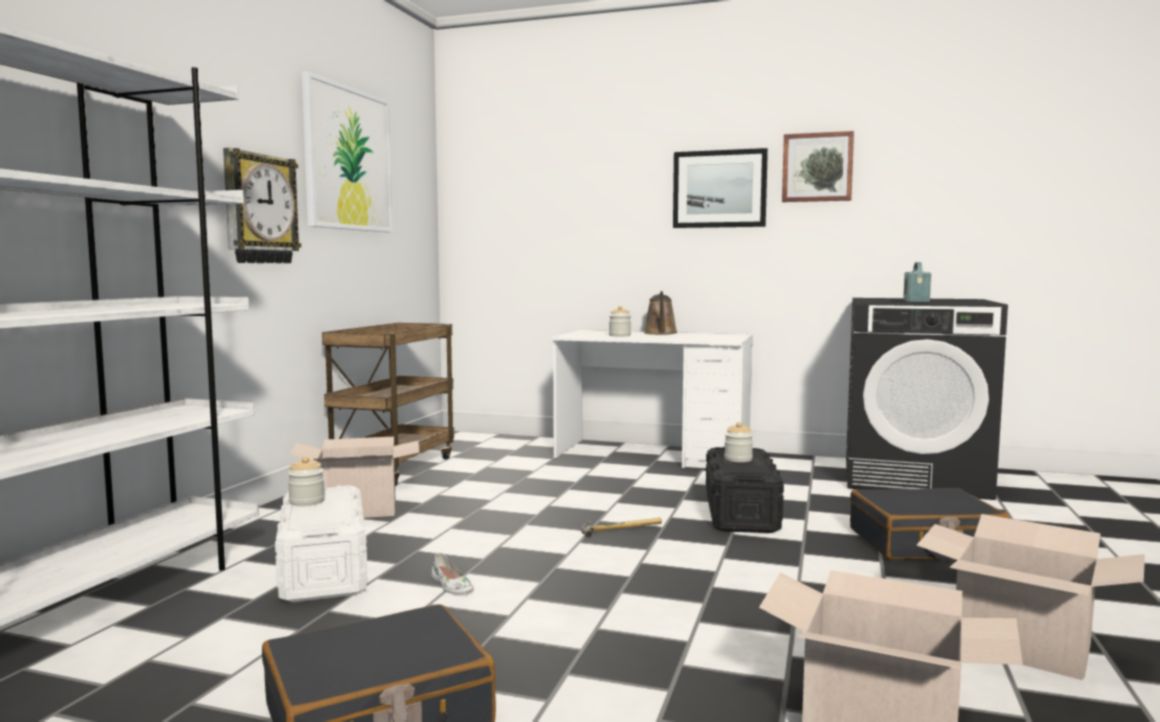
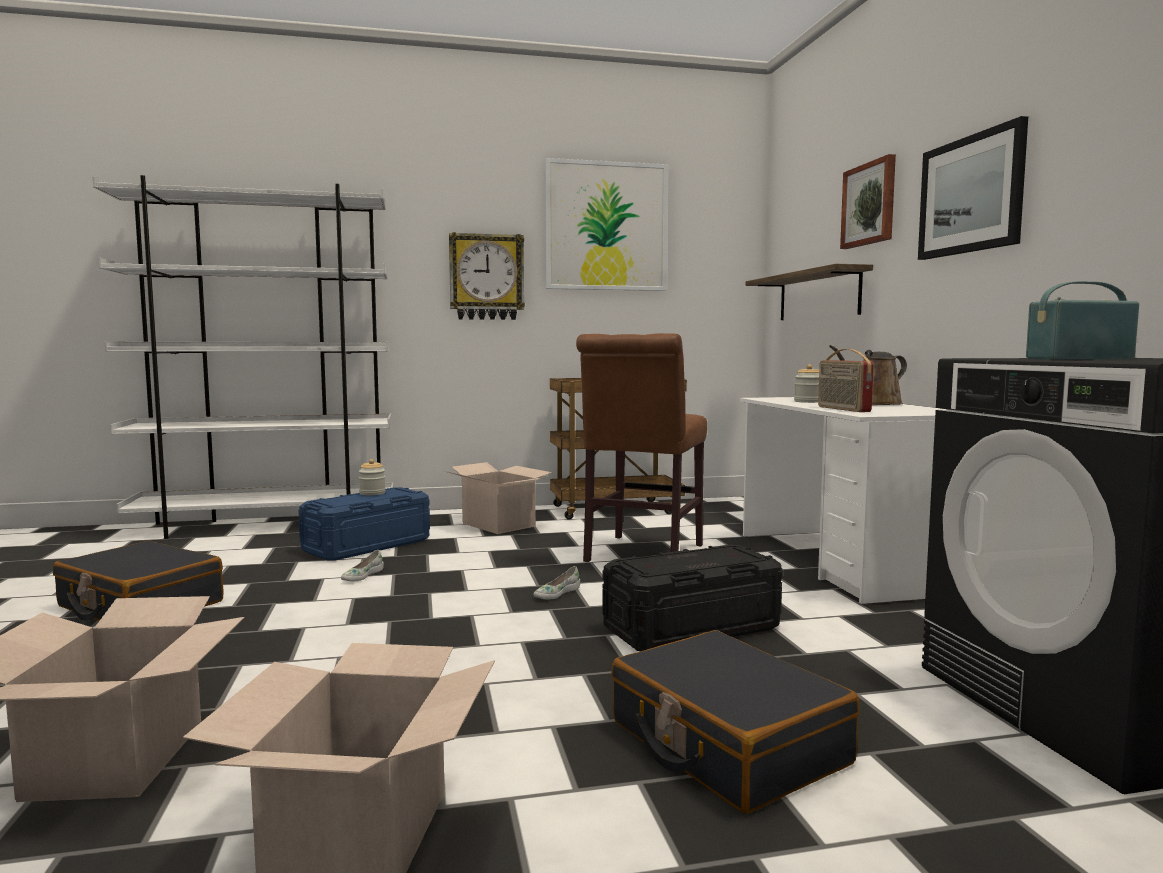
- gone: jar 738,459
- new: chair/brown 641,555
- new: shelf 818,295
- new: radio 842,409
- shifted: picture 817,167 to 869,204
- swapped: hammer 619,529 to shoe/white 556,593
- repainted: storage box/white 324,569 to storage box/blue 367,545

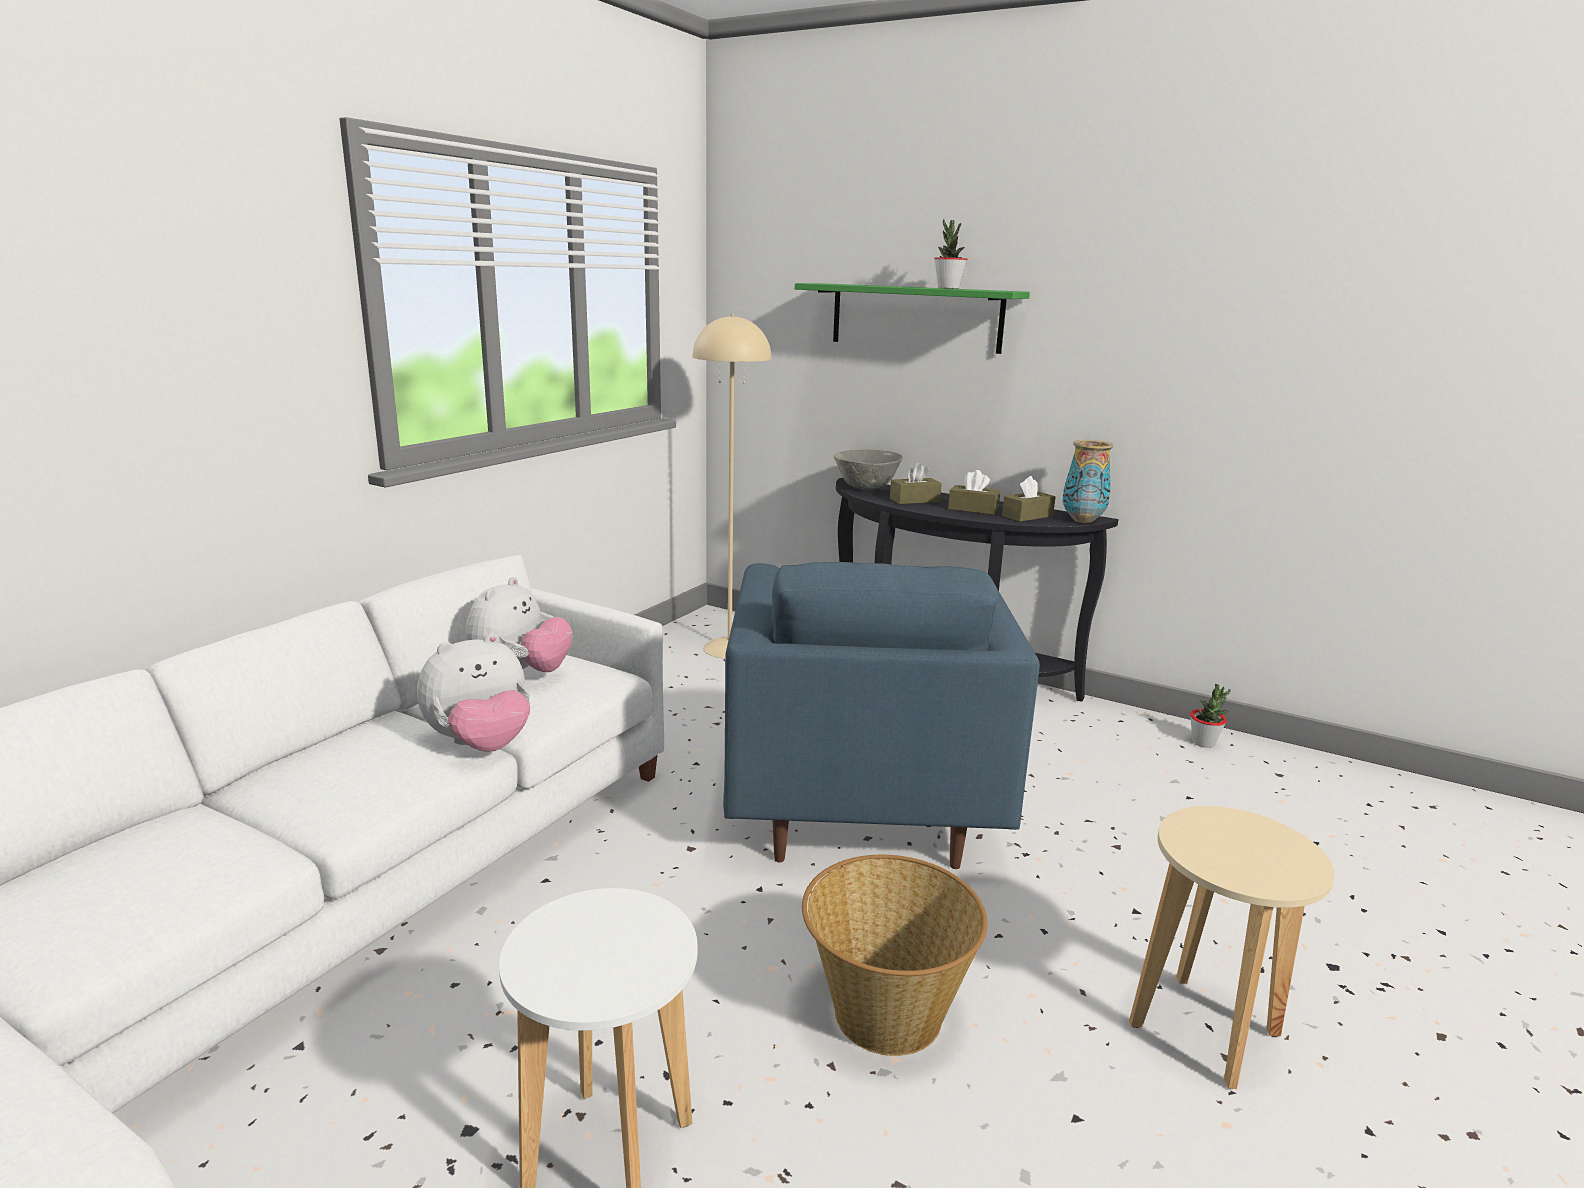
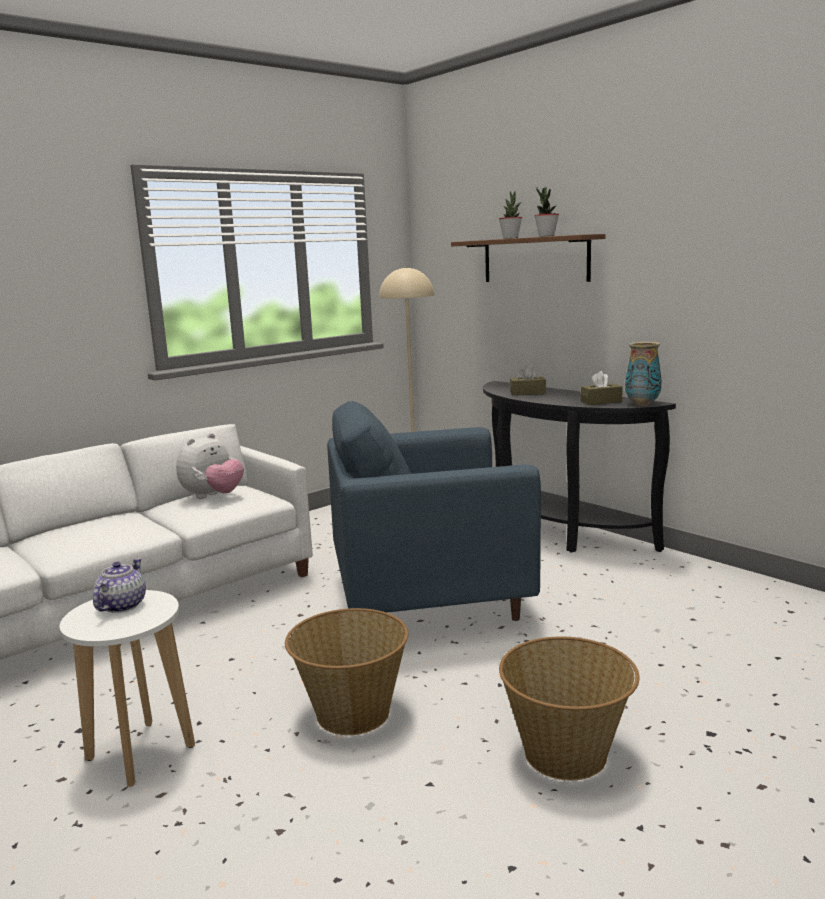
- gone: plush toy 481,745
- gone: bowl/grey 866,488
- gone: tissue box/brown 973,509
- new: teapot 121,606
- shifted: potted plant 1203,743 to 510,238
- swapped: stool/beige 1205,1030 to basket 567,754
- repainted: shelf/green 915,317 to shelf/brown 535,259
- rotated: armchair/blue 860,805 = 431,601 60 degrees clockwise

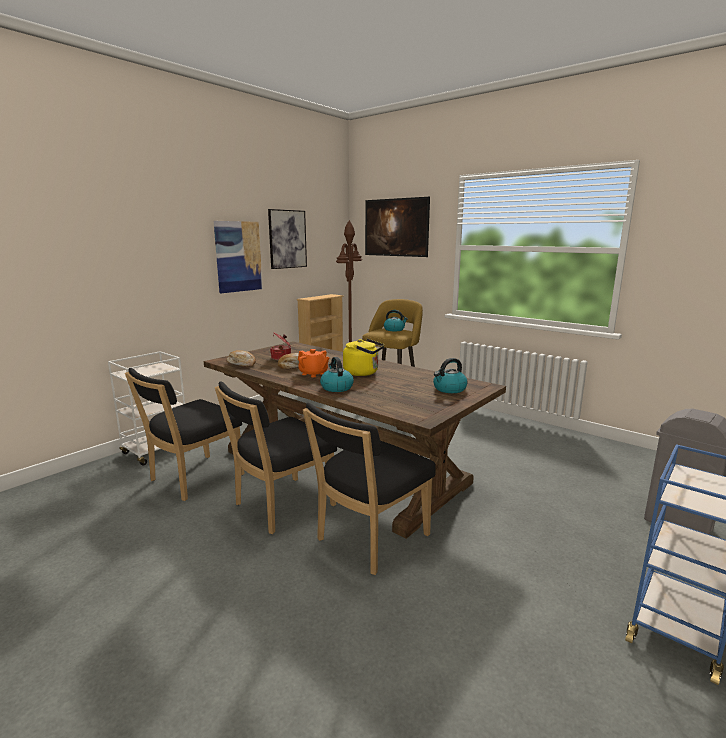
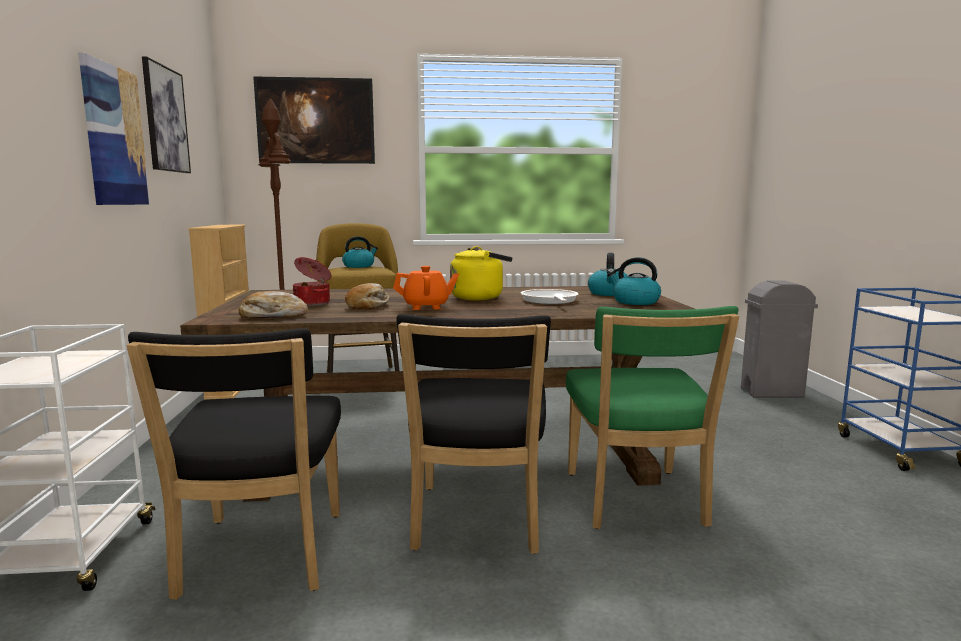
- new: frying pan 549,301
- shifted: kettle 336,387 to 634,302
- repainted: chair/black 369,539 to chair/green 636,502

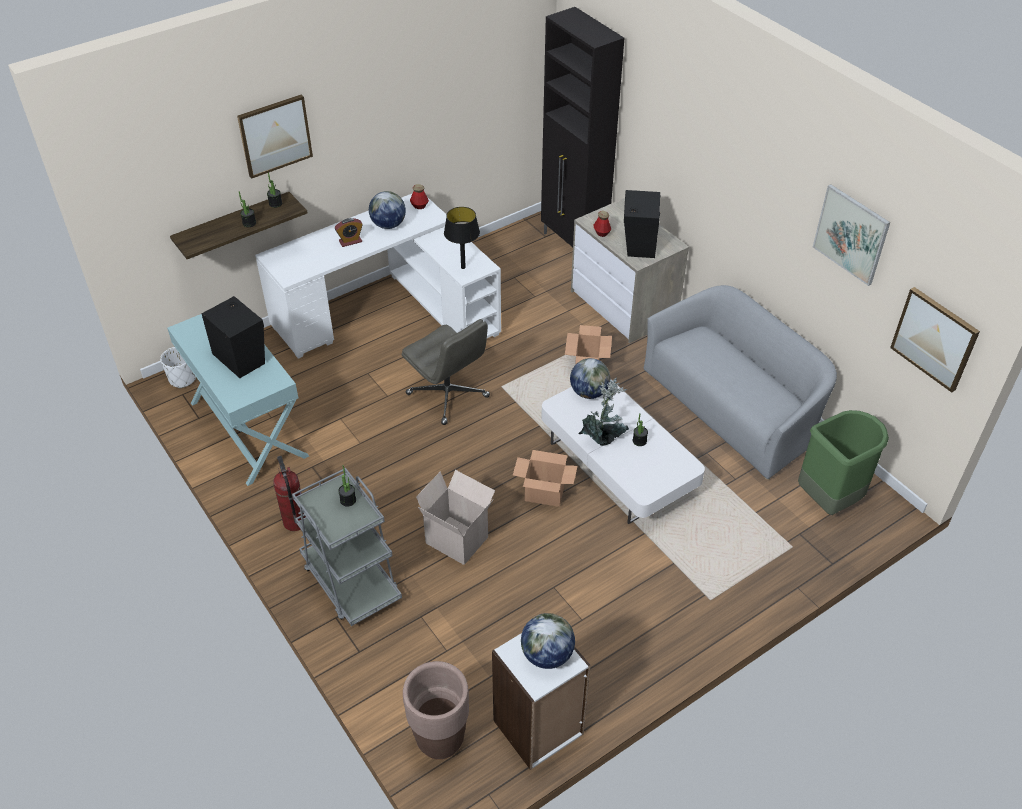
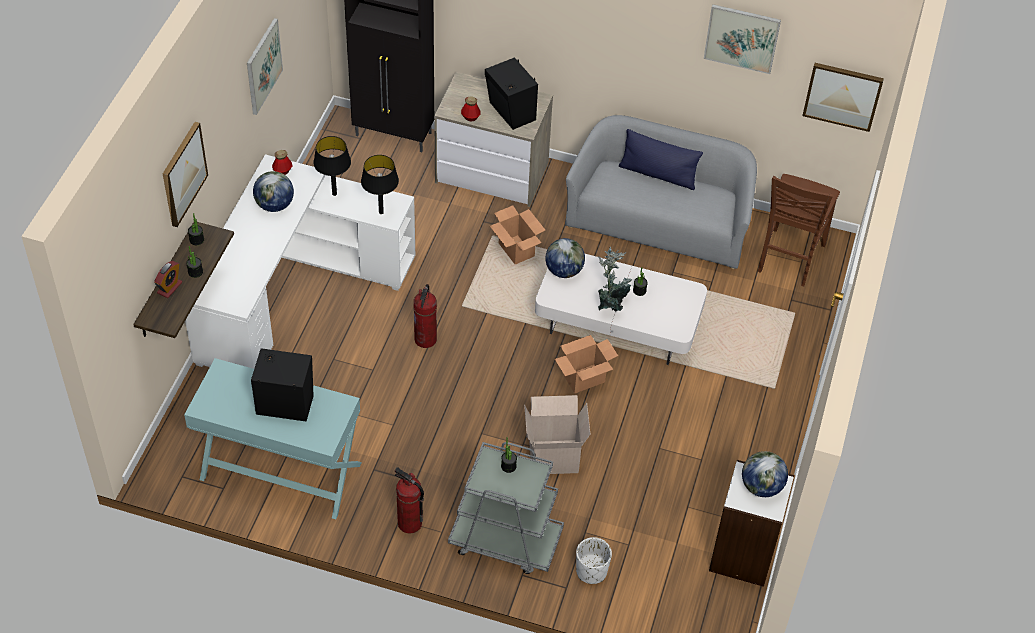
- gone: planter/brown 440,740
- new: picture 263,66
- new: table lamp/black 334,194
- new: pillow/blue 658,174
- shifted: planter/white 182,379 to 591,571
- shifted: alarm clock 350,241 to 169,288
- swapped: office chair/grey 448,396 to fire extinguisher 425,339
- swapped: trash can/green 830,498 to chair/brown 789,258

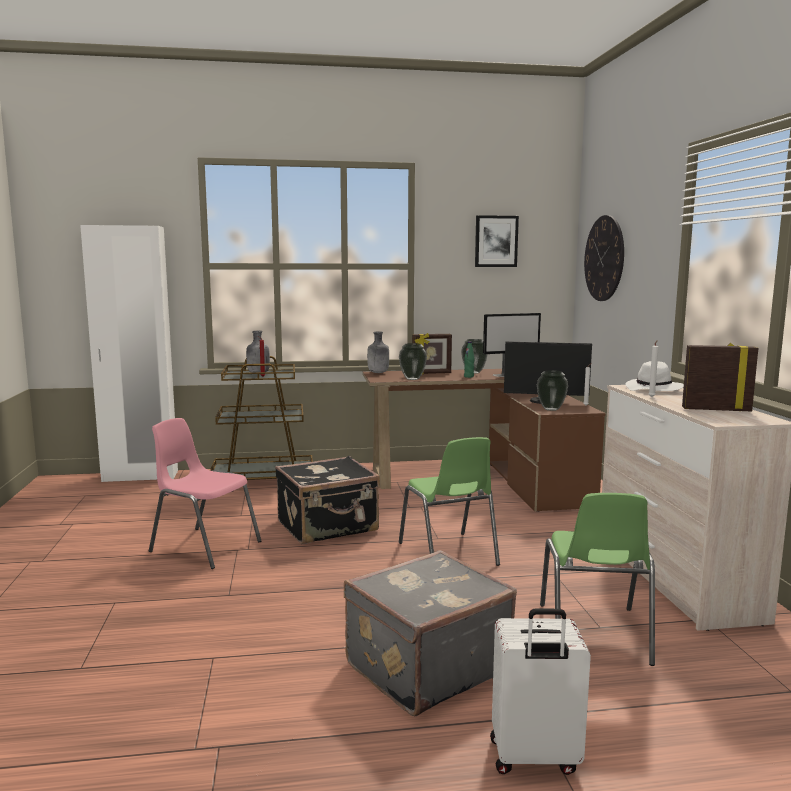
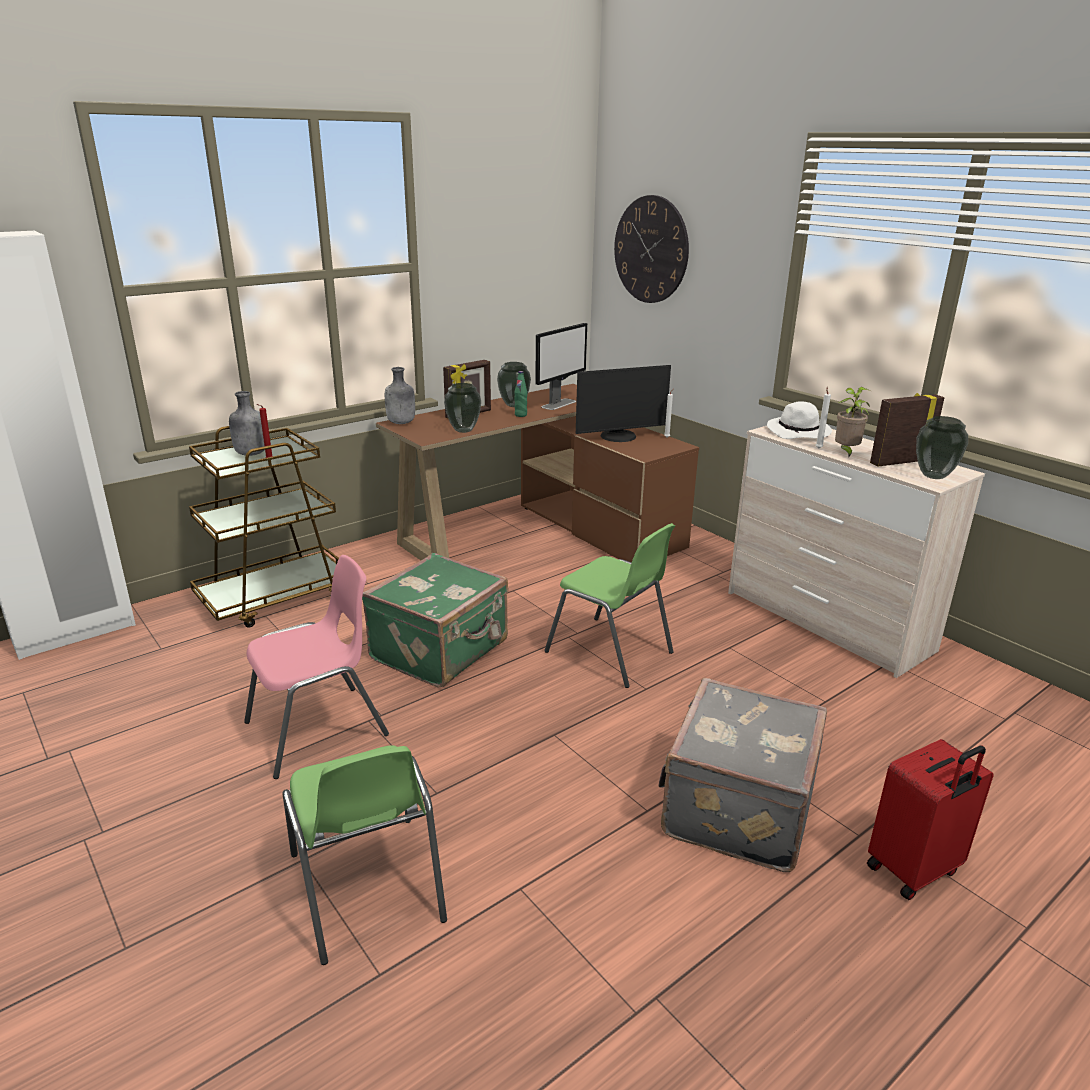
- gone: picture 496,241
- new: potted plant 846,452
- shifted: vase 551,409 to 934,476
- shifted: chair/green 593,634 to 367,889
- repainted: suitcase/black 328,527 to suitcase/green 441,651
- repainted: suitcase/white 534,758 to suitcase/red 914,870
- rotated: chair/pink 204,546 = 319,729 150 degrees clockwise

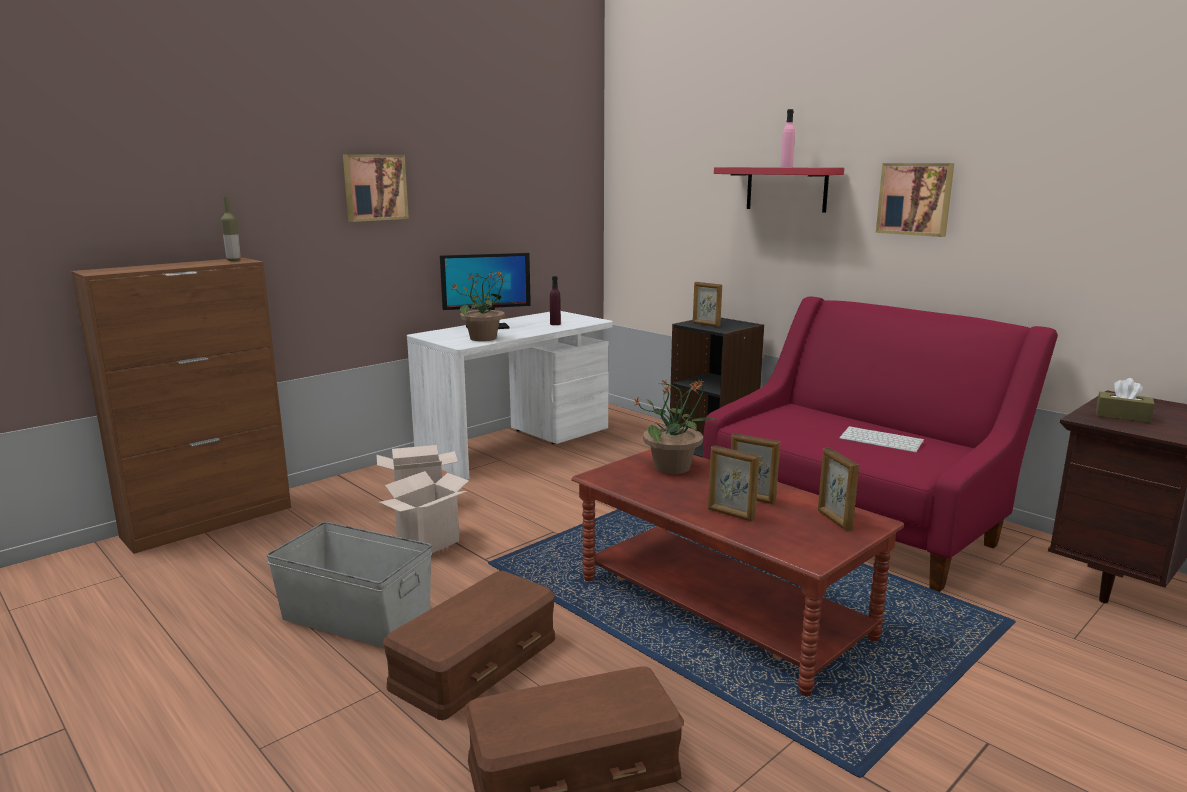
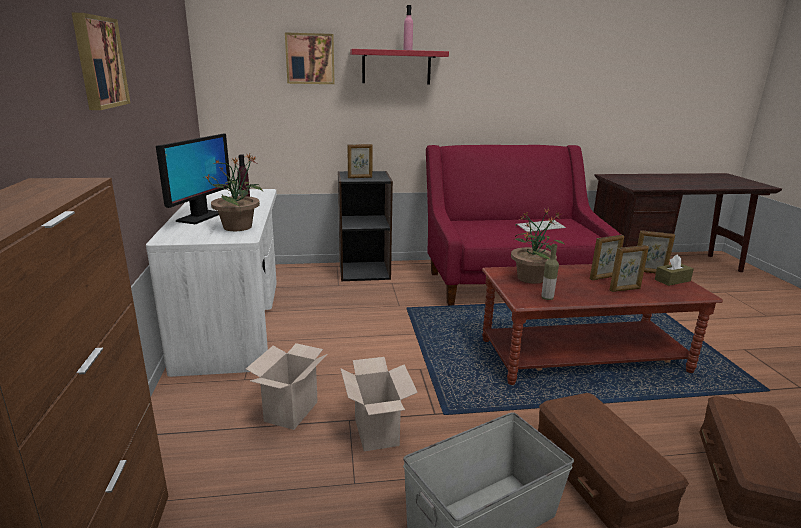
- shifted: bottle 233,260 to 547,298
- shifted: picture 915,199 to 310,59
- shifted: tissue box/brown 1122,416 to 672,280

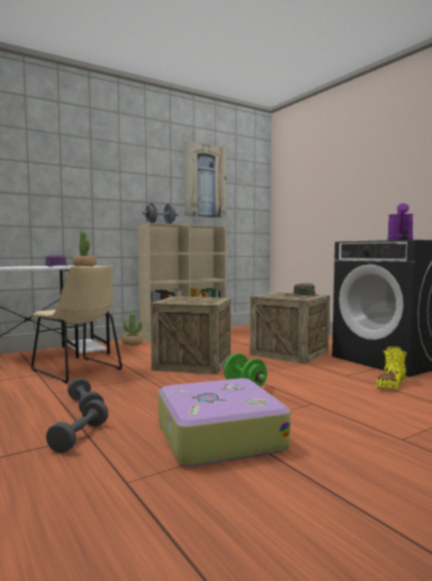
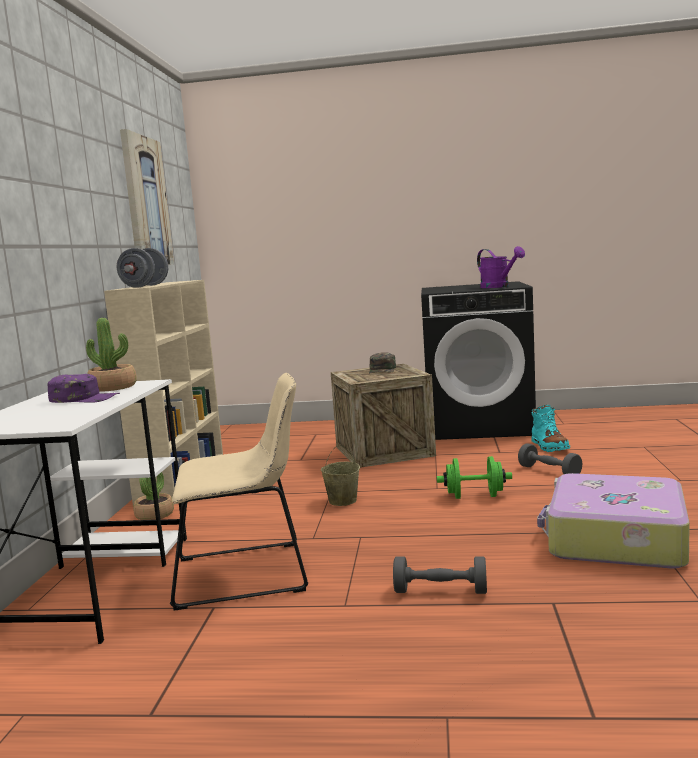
- shifted: dumbbell/grey 79,437 to 549,471
- swapped: crate 193,363 to bucket/beige 342,500
- repainted: boot/yellow 390,385 to boot/turquoise 549,446

